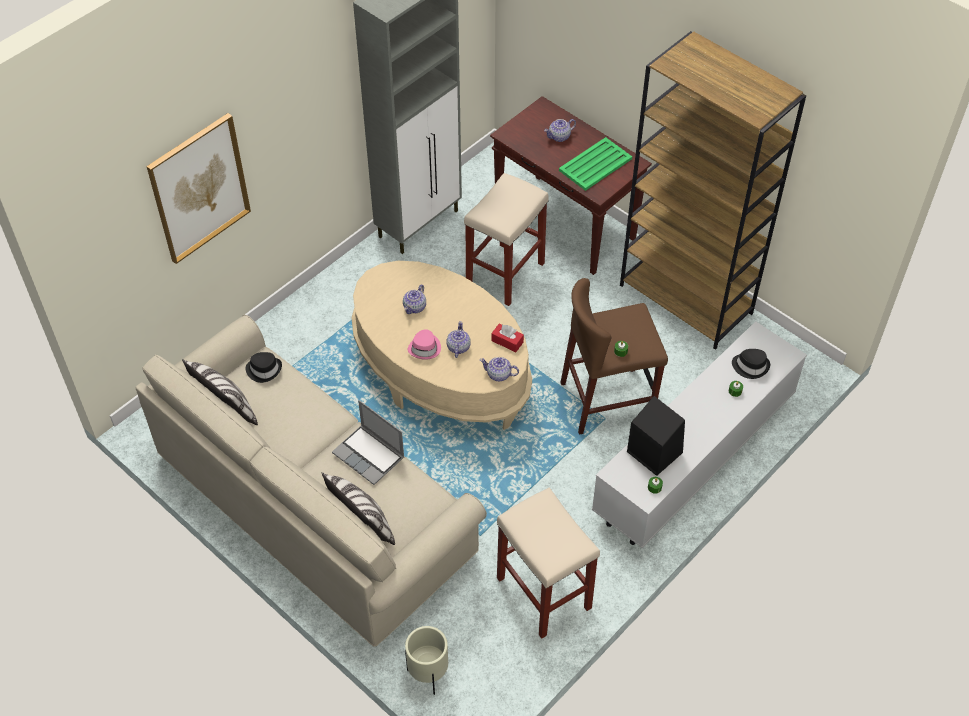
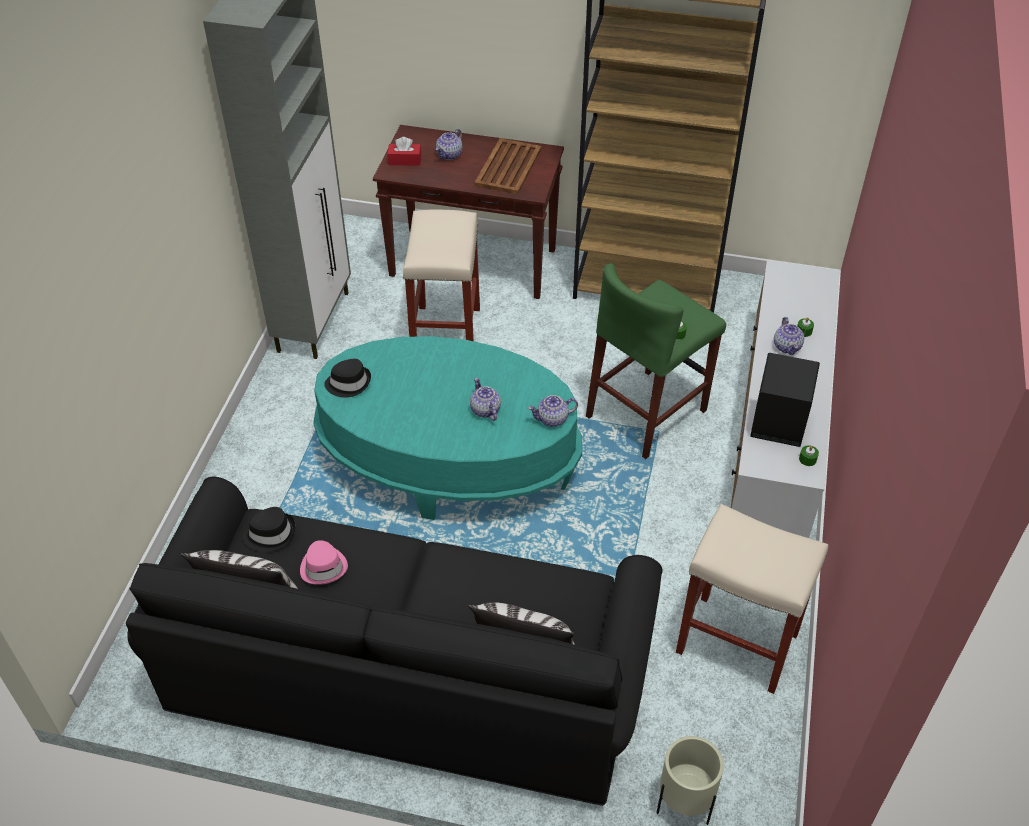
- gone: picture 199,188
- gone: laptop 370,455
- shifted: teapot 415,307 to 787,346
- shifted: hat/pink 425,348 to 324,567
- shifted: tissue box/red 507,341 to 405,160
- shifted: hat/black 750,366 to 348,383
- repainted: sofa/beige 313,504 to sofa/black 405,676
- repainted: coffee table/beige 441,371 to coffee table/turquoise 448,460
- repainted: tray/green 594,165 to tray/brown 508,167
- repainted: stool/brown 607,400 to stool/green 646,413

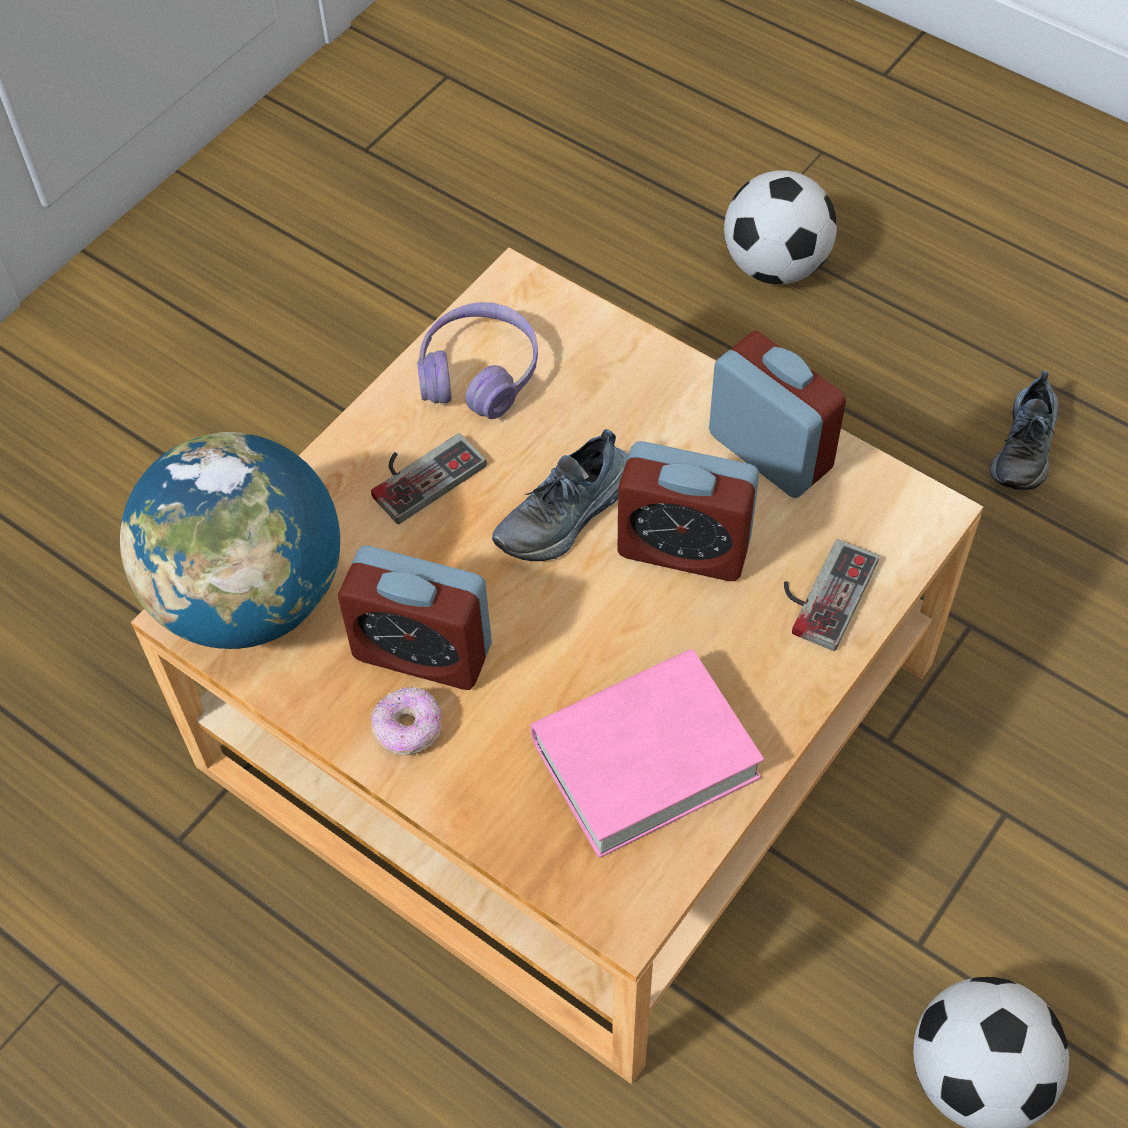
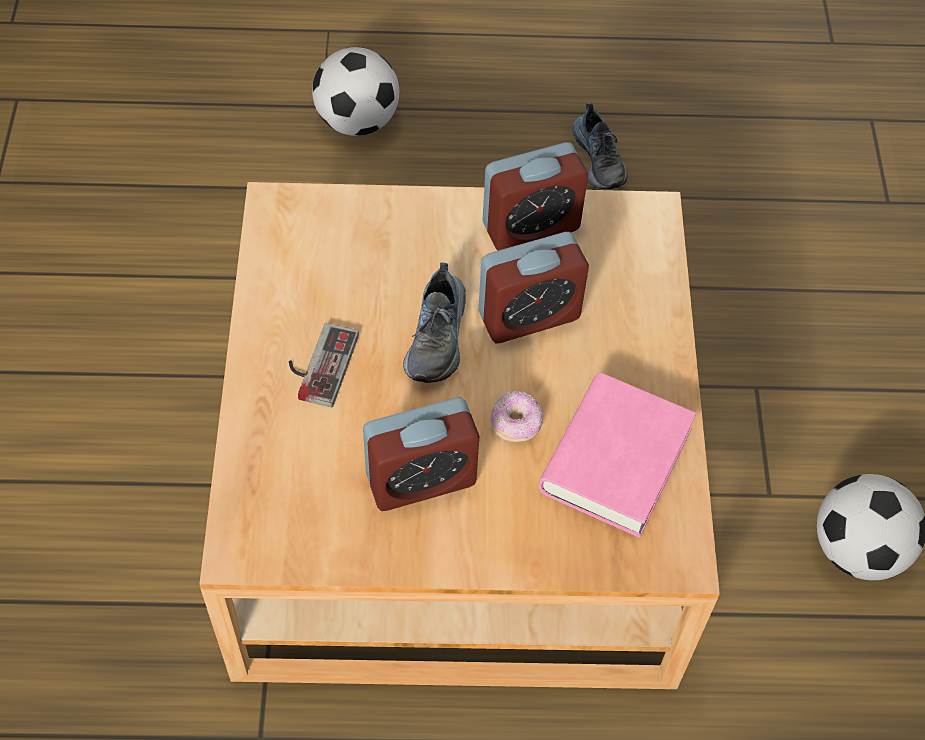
- gone: globe 250,597
- gone: headphones/purple 479,373
- gone: game controller 821,591
- shifted: donut 408,729 to 516,423
- rotated: alarm clock 770,452 = 530,226 150 degrees clockwise

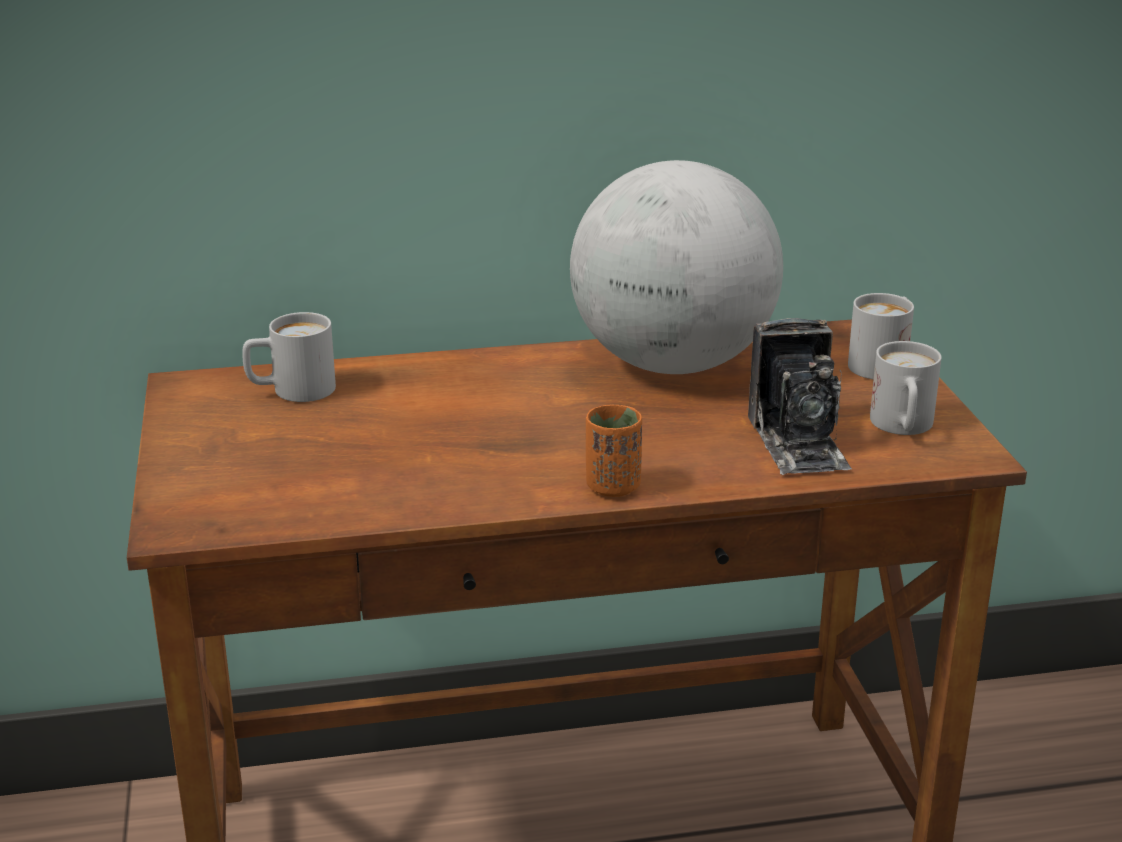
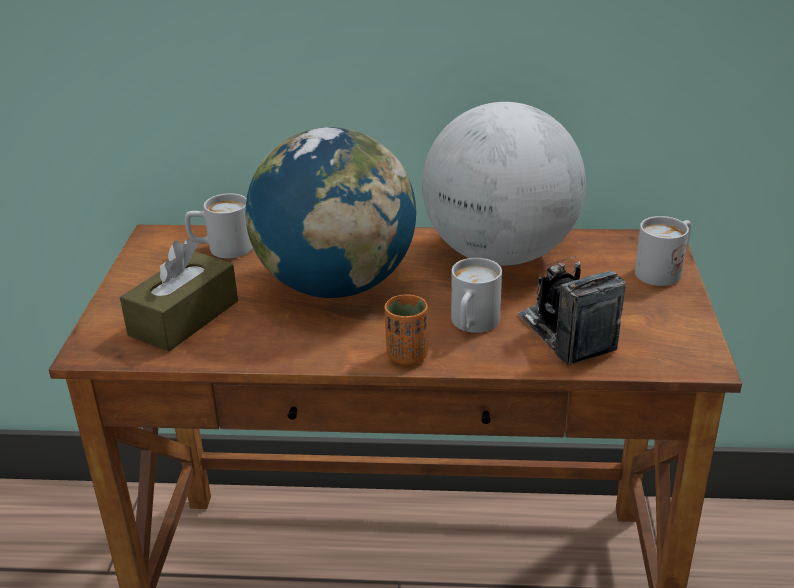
- new: tissue box/brown 184,318
- new: globe 336,285
- shifted: mug/white 902,428 to 472,325
- rotated: photo camera 798,442 = 566,333 150 degrees clockwise

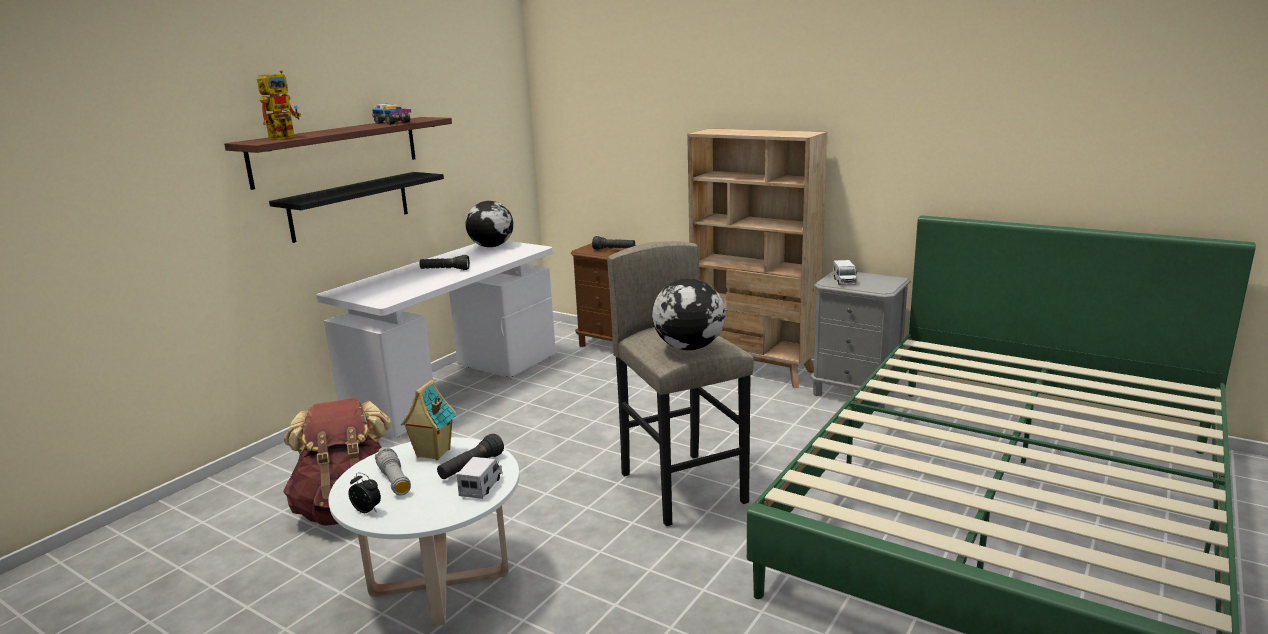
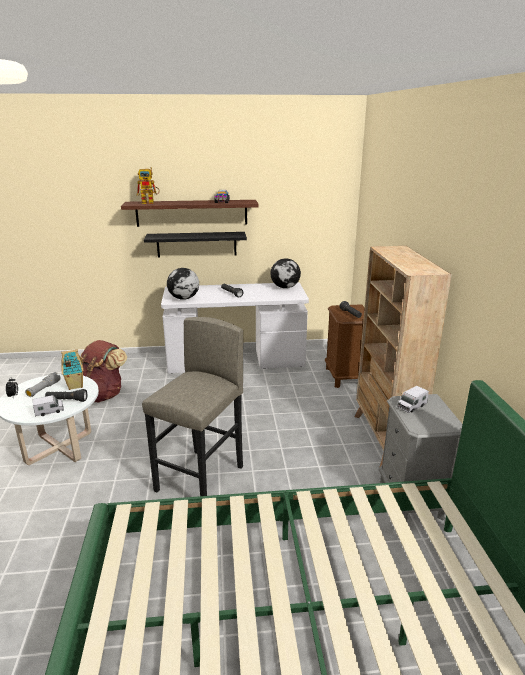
- shifted: globe 689,348 to 183,298

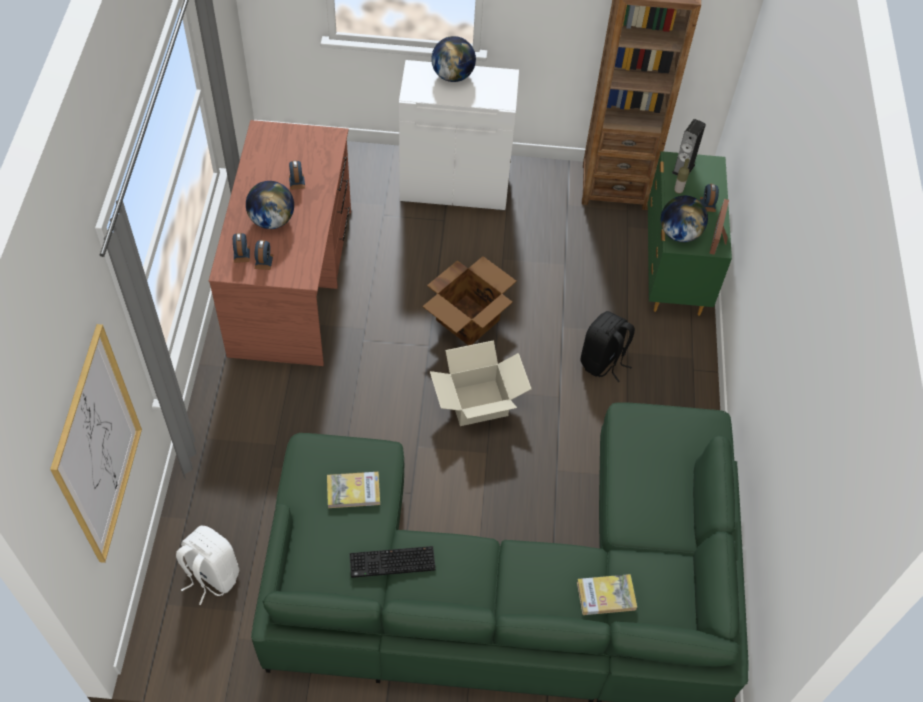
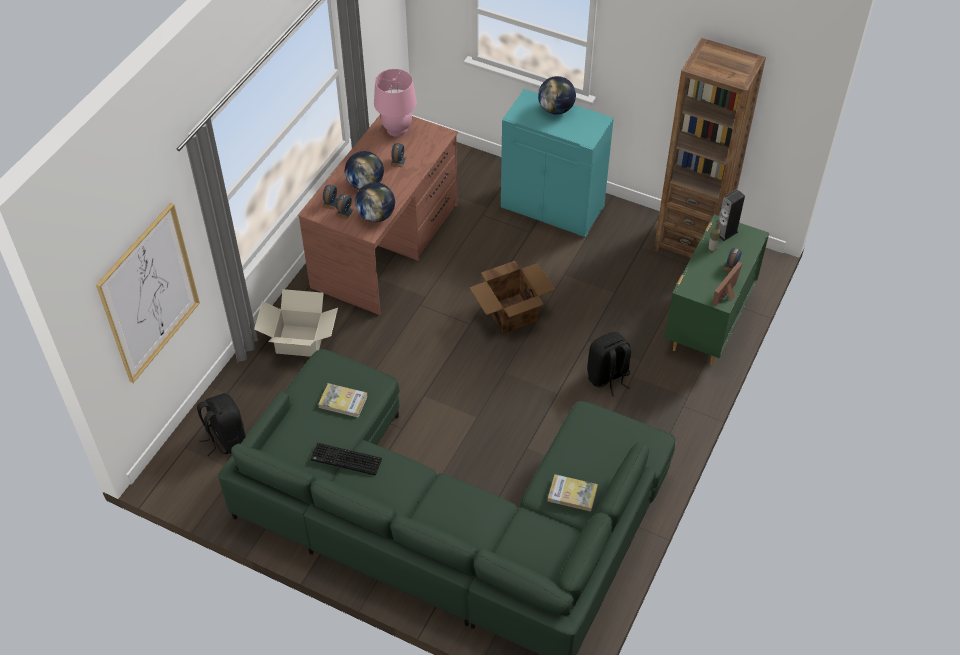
- new: table lamp/pink 397,129
- shifted: cardboard box 477,402 to 300,340
- shifted: book 606,596 to 572,494
- shifted: globe 679,233 to 376,216
- repainted: backpack/white 211,575 to backpack/black 225,438
- repainted: cabinet/white 455,185 to cabinet/turquoise 553,207

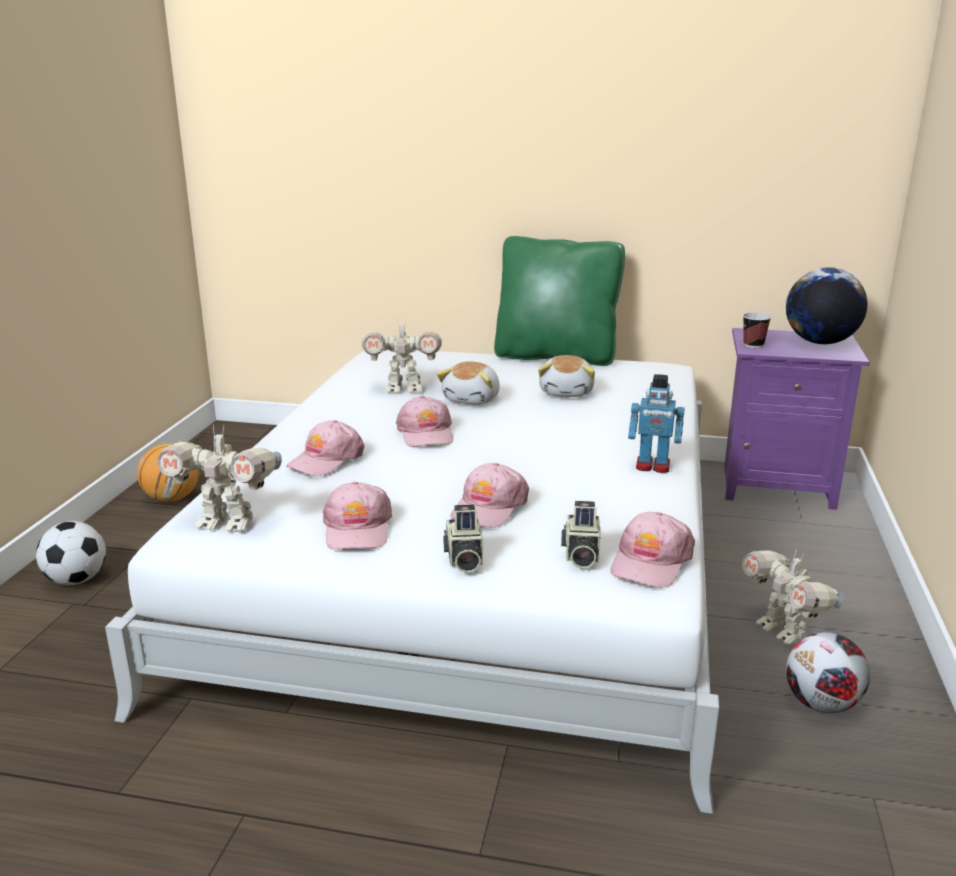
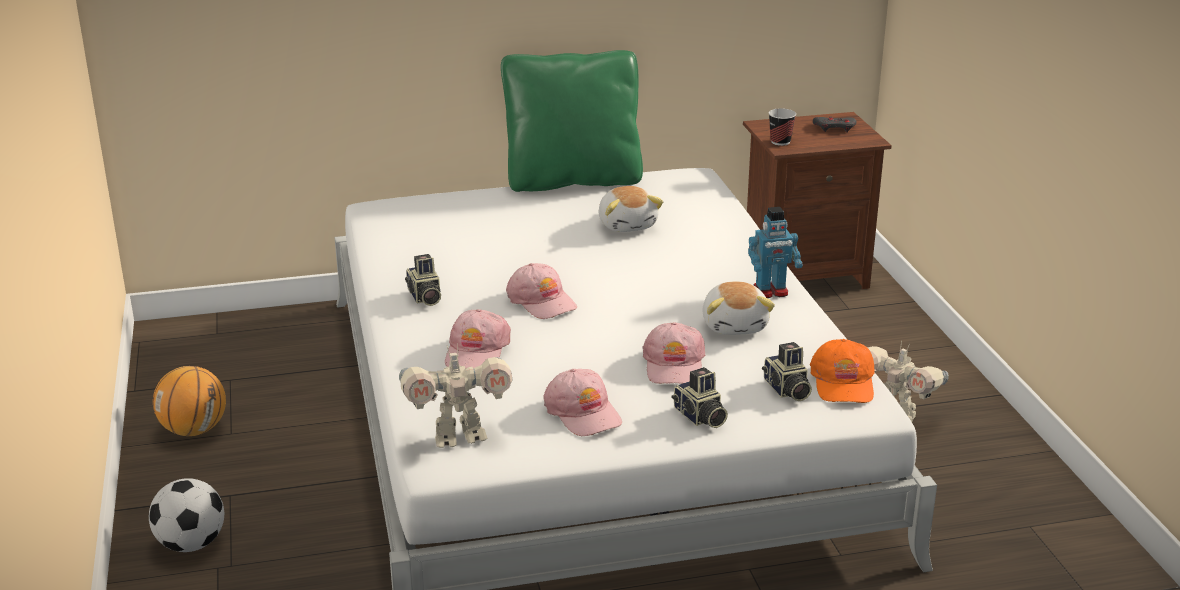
- gone: toy robot 404,389
- gone: football 822,704
- new: photo camera 424,297
- shifted: plush toy 473,399 to 735,325
- swapped: globe 820,342 to game controller/grey 835,128
- repainted: cap/pink 650,562 to cap/orange 843,382
- repainted: nightstand/purple 776,486 to nightstand/brown 803,274

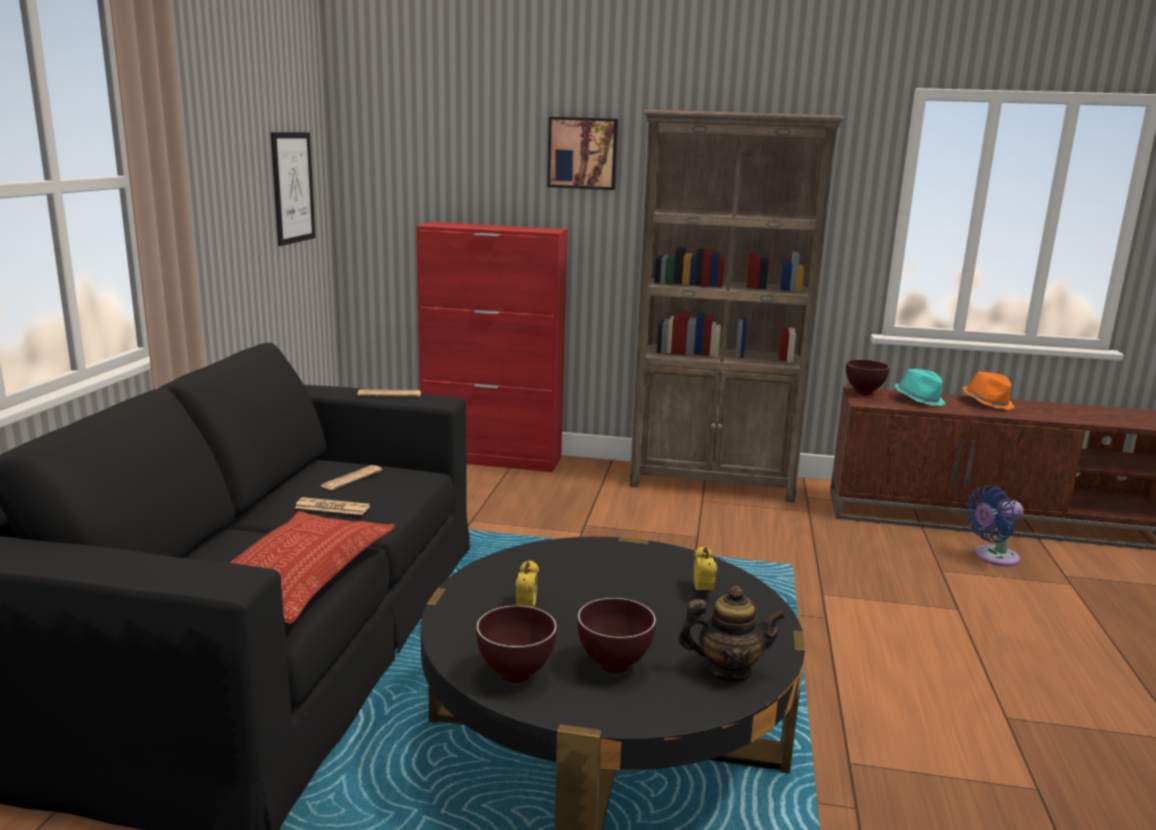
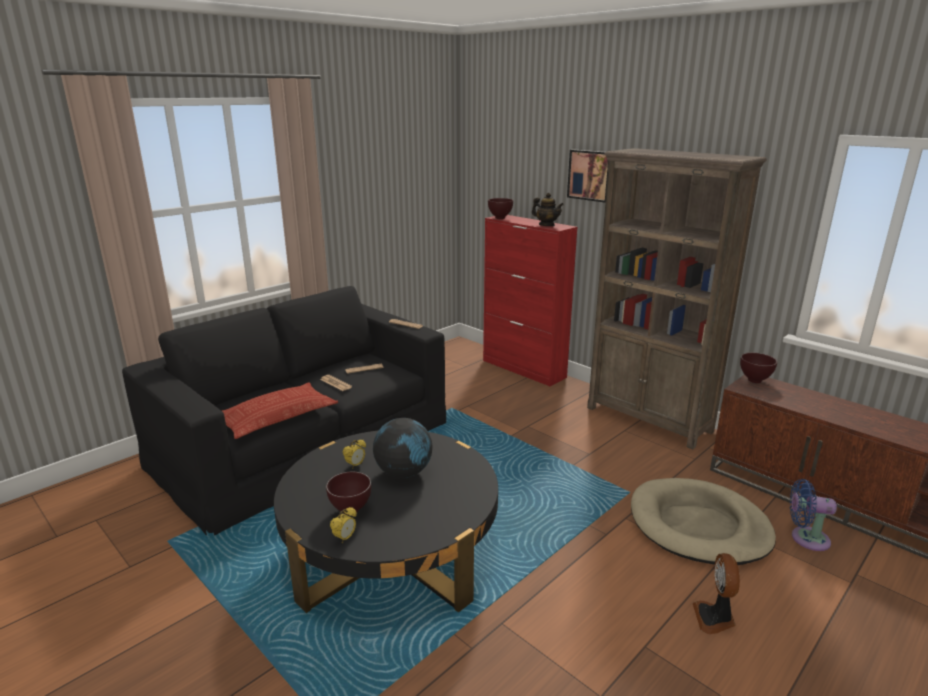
- gone: picture 293,187
- gone: hat/turquoise 919,400
- gone: hat/orange 987,403
- new: globe 404,472
- new: dog bed/beige 698,526
- new: fan 714,618
- shifted: bowl/brown 517,675 to 500,218
- shifted: teapot 727,670 to 546,225
- shifted: alarm clock 703,592 to 345,538

